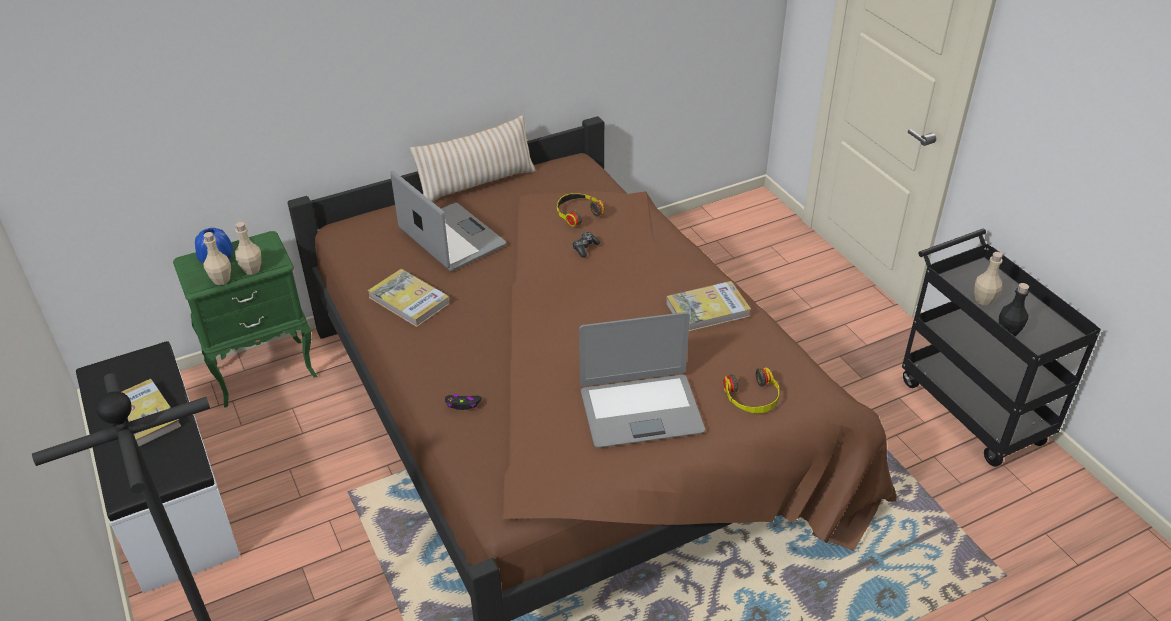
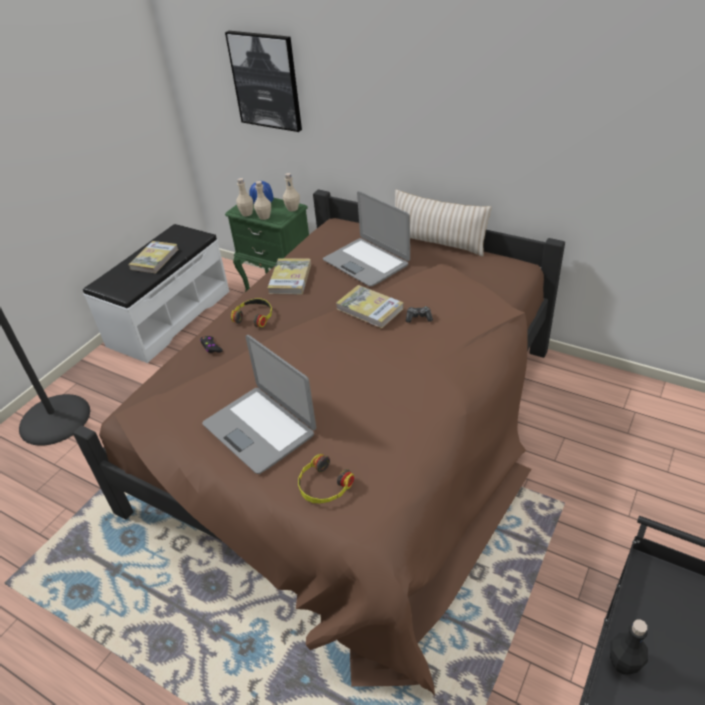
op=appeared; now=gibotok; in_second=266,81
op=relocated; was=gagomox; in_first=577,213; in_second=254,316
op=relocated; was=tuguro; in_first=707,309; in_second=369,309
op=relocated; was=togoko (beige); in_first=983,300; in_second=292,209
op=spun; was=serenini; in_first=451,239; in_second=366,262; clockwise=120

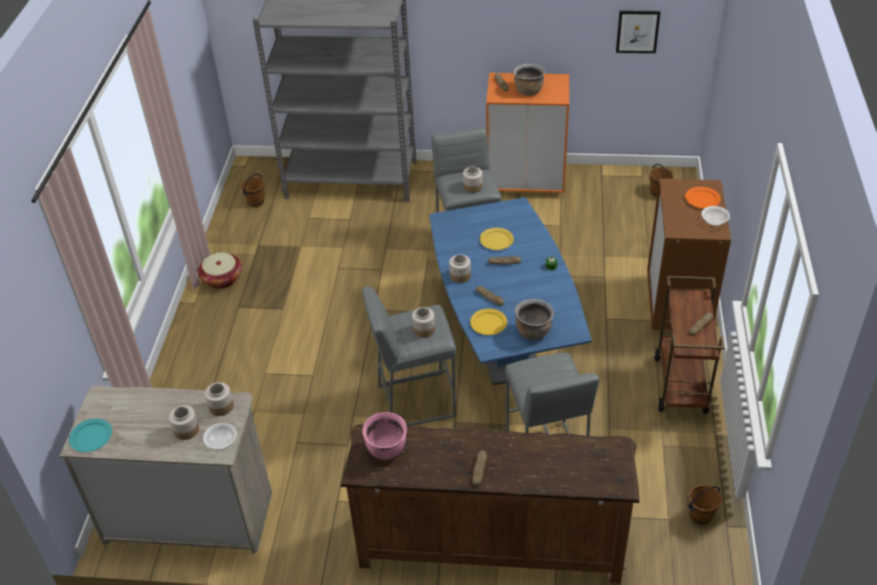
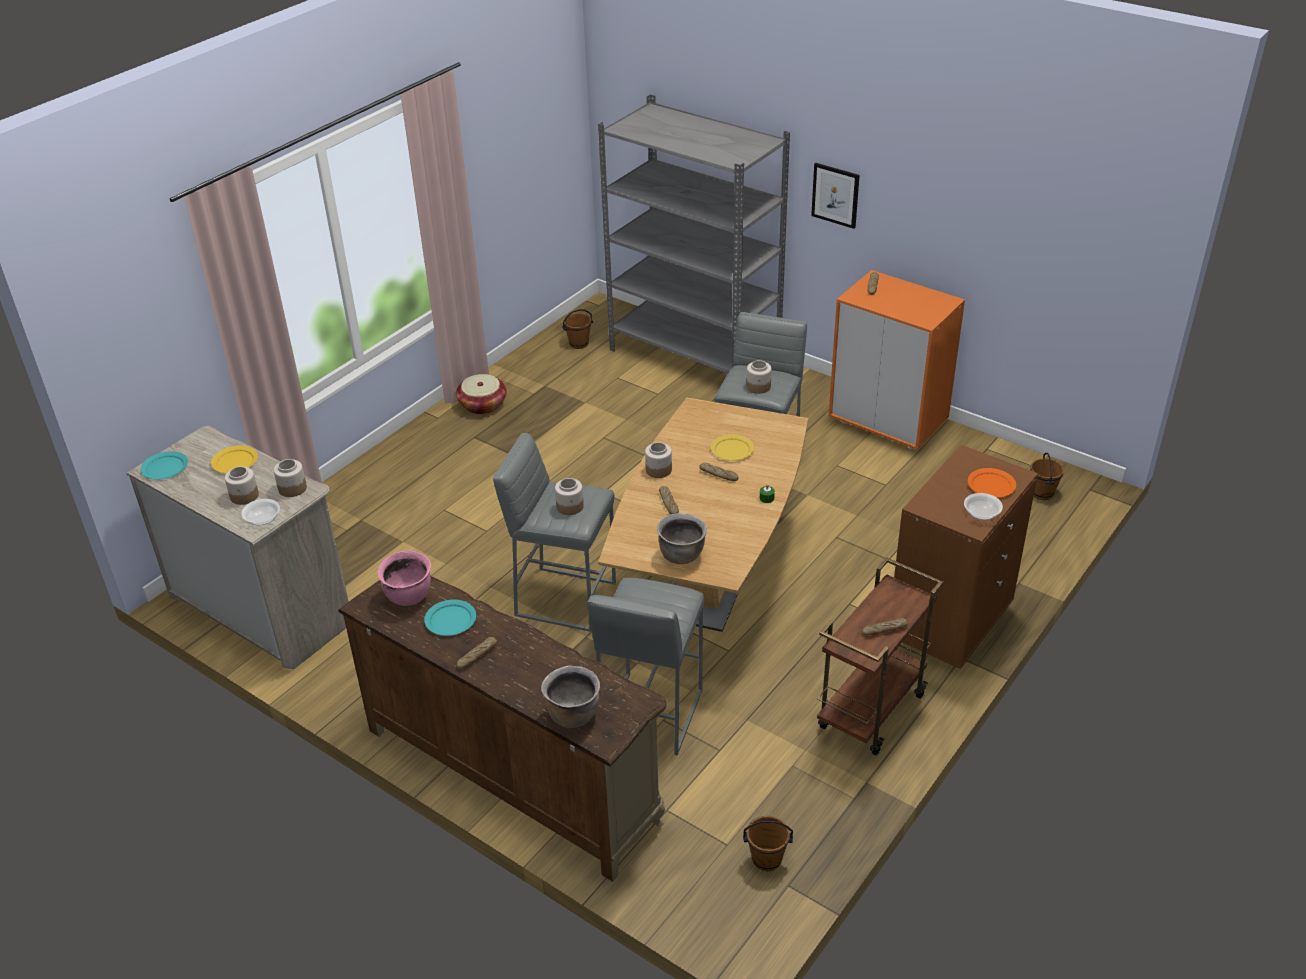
op=appeared; now=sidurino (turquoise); in_second=451,620
op=relocated; was=sidurino (yellow); in_first=489,323; in_second=235,462
op=relocated; was=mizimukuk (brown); in_first=528,91; in_second=573,714
op=relocated; was=gibotok; in_first=637,31; in_second=835,195
op=colour; was=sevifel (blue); now=sevifel (brown); in_first=504,343; in_second=709,582

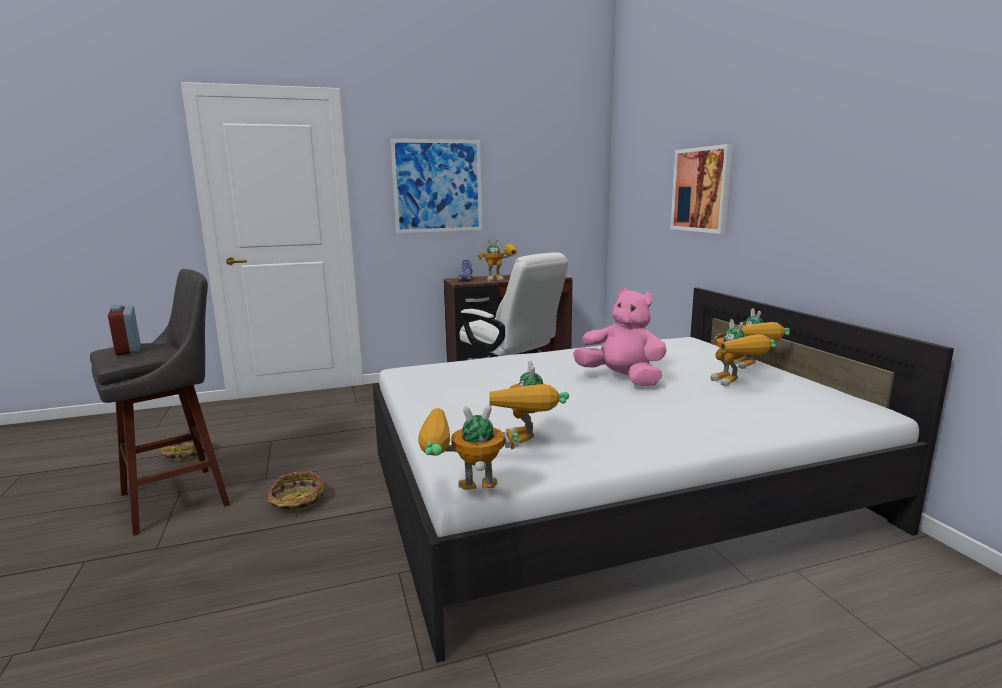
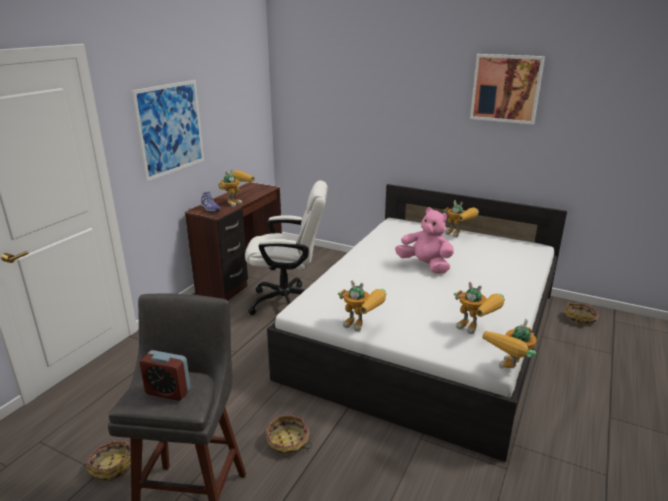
op=appeared; now=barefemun; in_second=580,318
op=relocated; was=gibotok; in_first=701,189; in_second=505,88
op=relocated; was=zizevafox; in_first=735,384; in_second=362,326
op=spun; was=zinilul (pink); in_first=621,379; in_second=425,266; clockwise=45

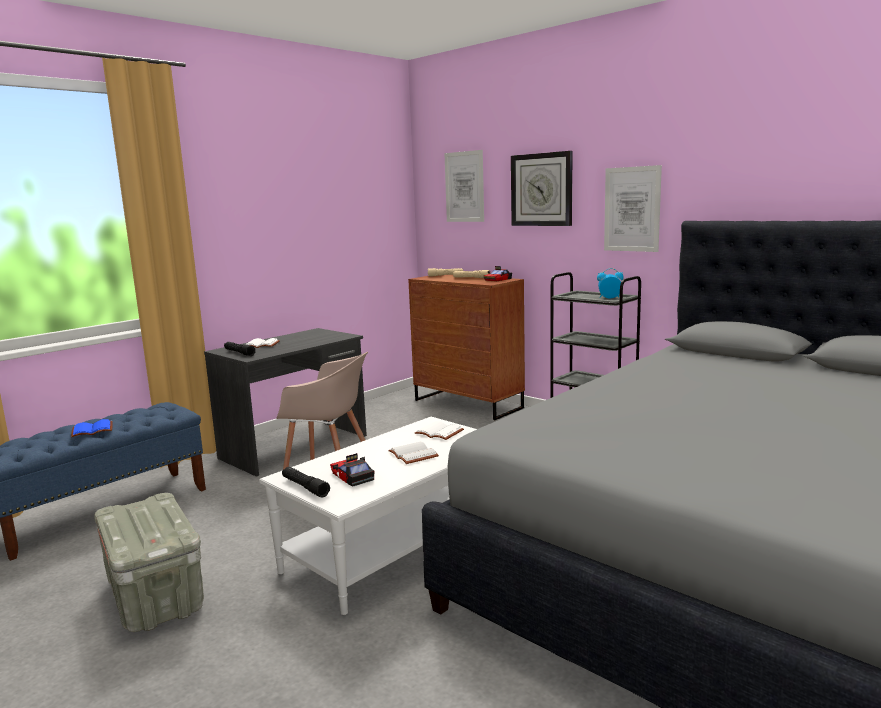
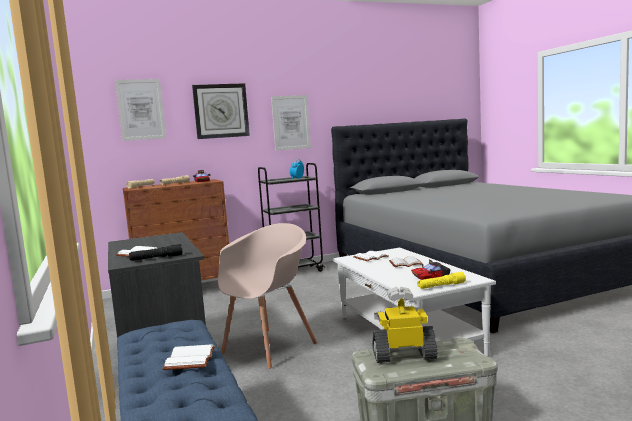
op=appeared; now=zizevafox; in_second=404,355
op=colour; was=tuguro (blue); now=tuguro (white); in_first=91,430; in_second=191,359
op=colour; was=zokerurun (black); now=zokerurun (yellow); in_first=305,487; in_second=441,286

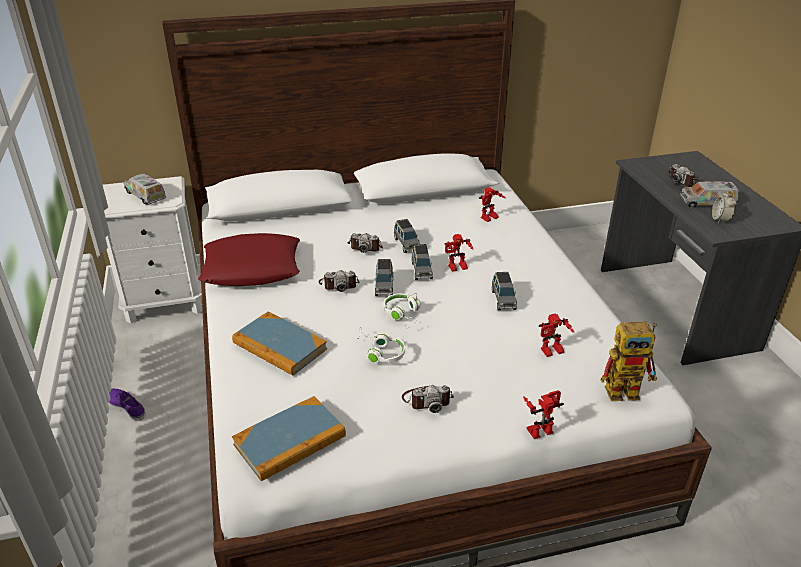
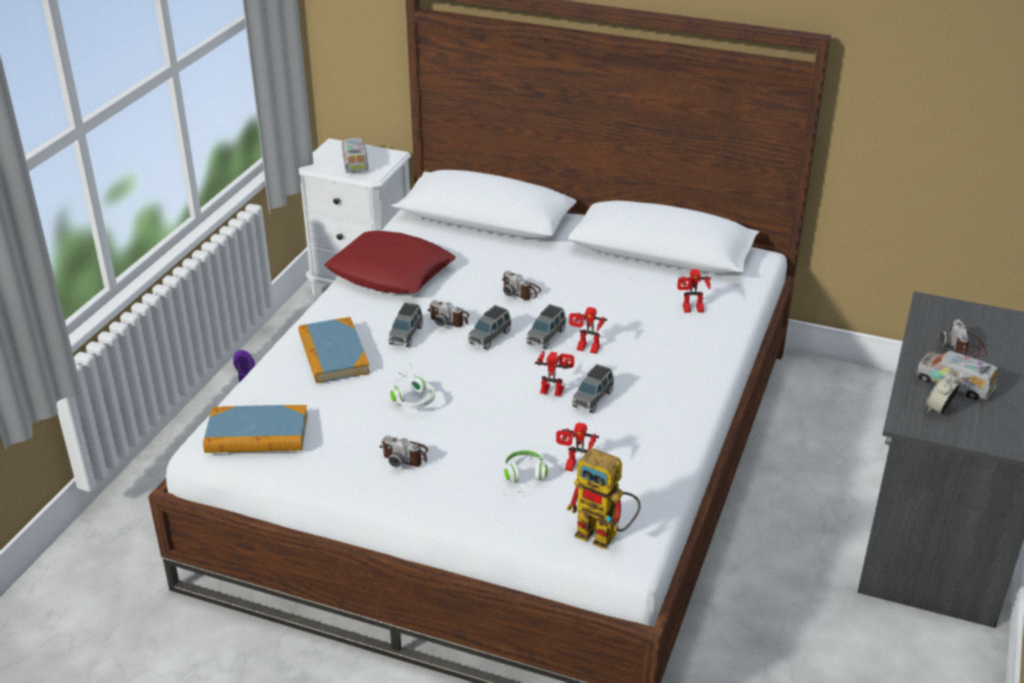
op=relocated; was=gagomox (white); in_first=403,314; in_second=523,478
op=relocated; was=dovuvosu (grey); in_first=406,244; in_second=406,335
op=relocated; was=zizevafox; in_first=539,428; in_second=554,388

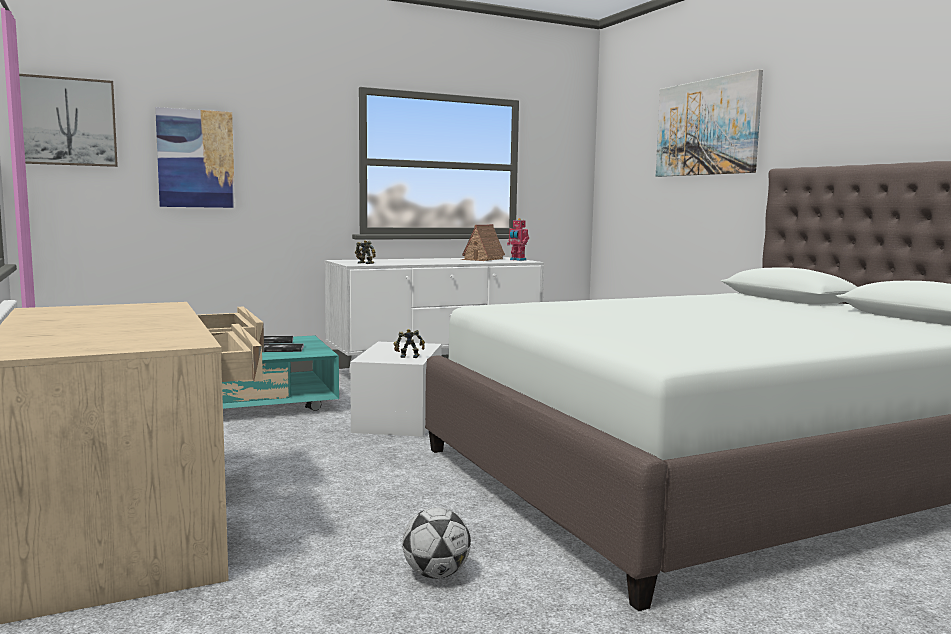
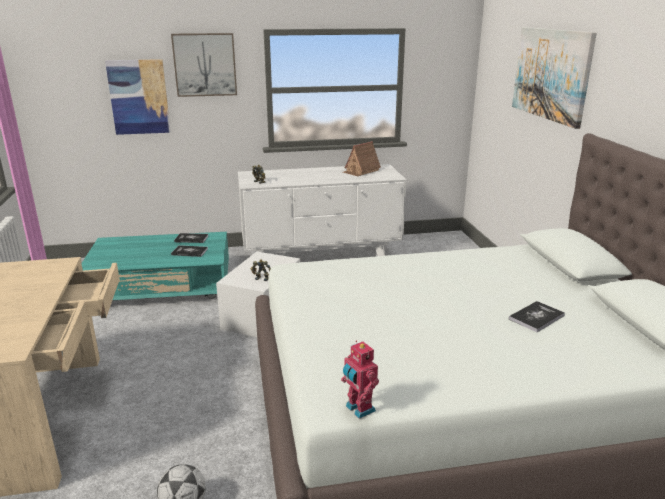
op=appeared; now=tuguro; in_second=536,317
op=relocated; was=gibotok; in_first=68,121; in_second=205,65
op=relocated; was=zizevafox; in_first=517,260; in_second=358,409

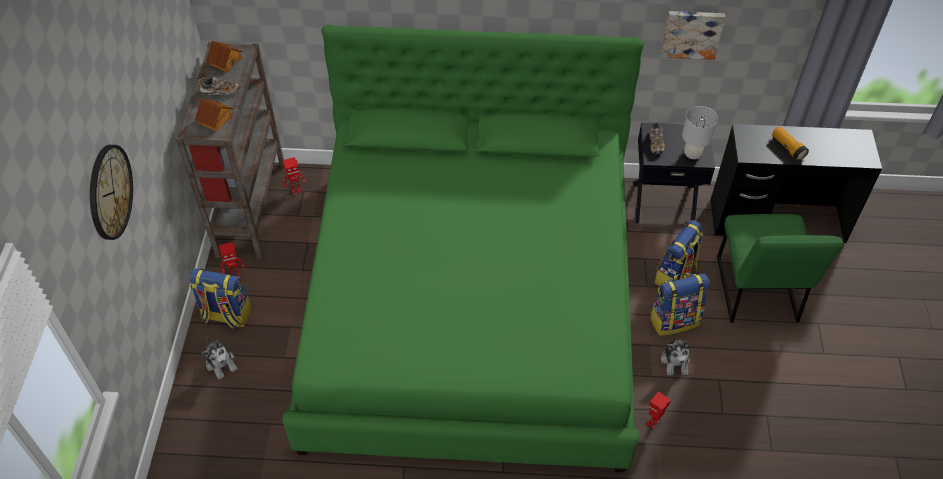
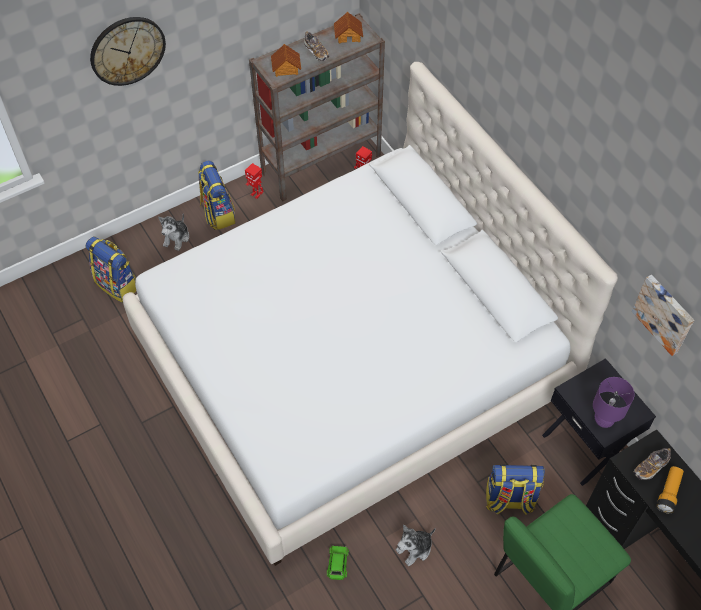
op=relocated; was=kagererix; in_first=655,143; in_second=651,467
op=relocated; was=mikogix; in_first=674,320; in_second=118,285
op=exchanged; was=zizevafox; now=dovuvosu (green); in_first=653,423; in_second=337,564
op=colour; was=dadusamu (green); now=dadusamu (white); in_first=471,304; in_second=351,361
op=colour; was=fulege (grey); now=fulege (purple); in_first=692,155; in_second=602,420

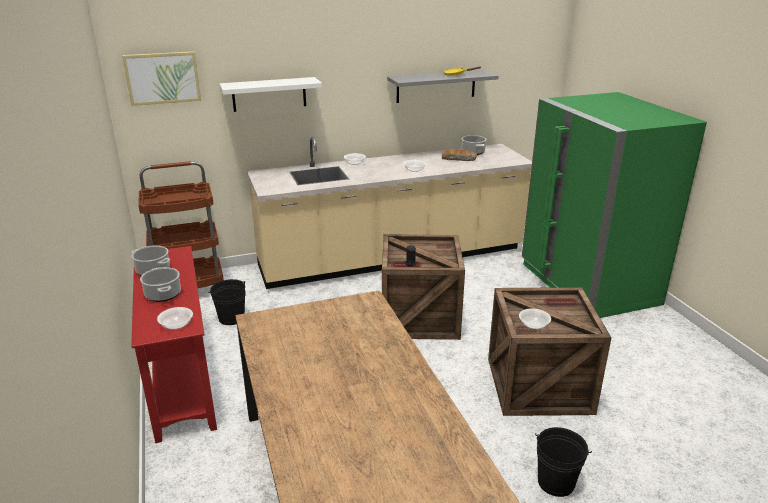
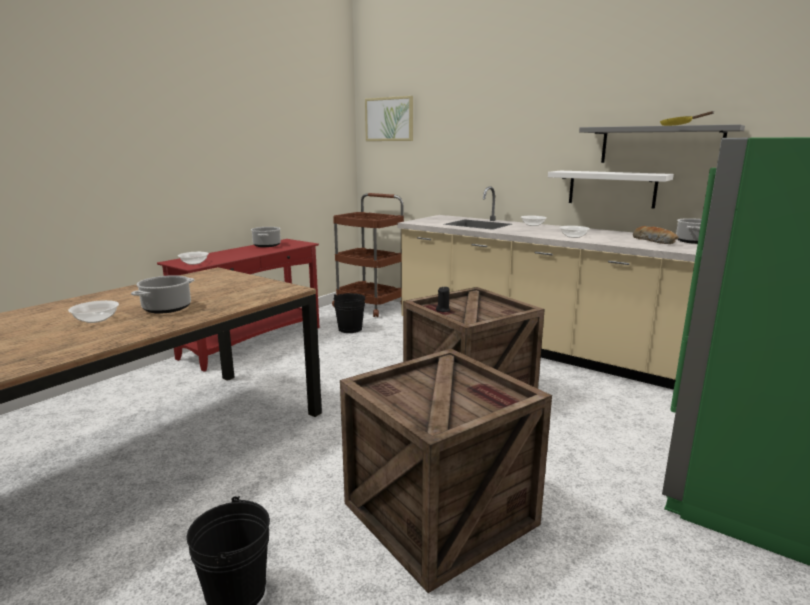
op=relocated; was=mizimukuk; in_first=163,295; in_second=167,308
op=relocated; was=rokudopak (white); in_first=269,94; in_second=611,188
op=relocated; was=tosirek; in_first=534,325; in_second=96,320

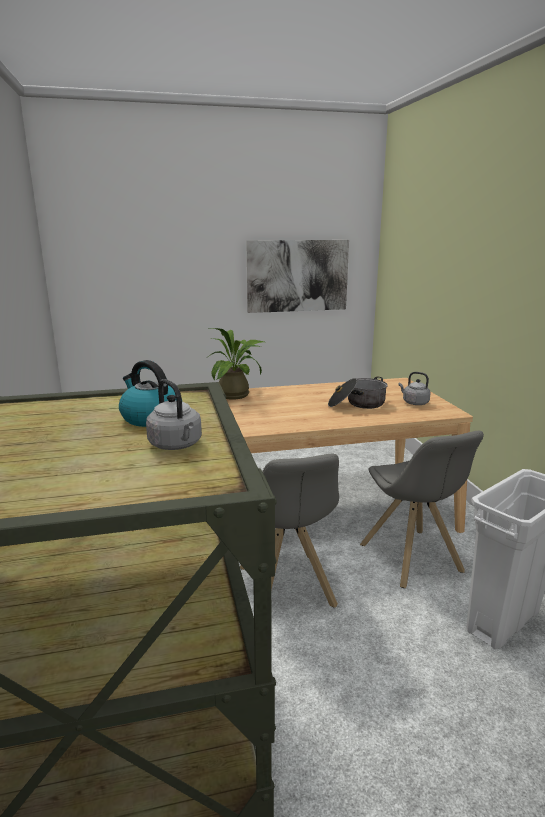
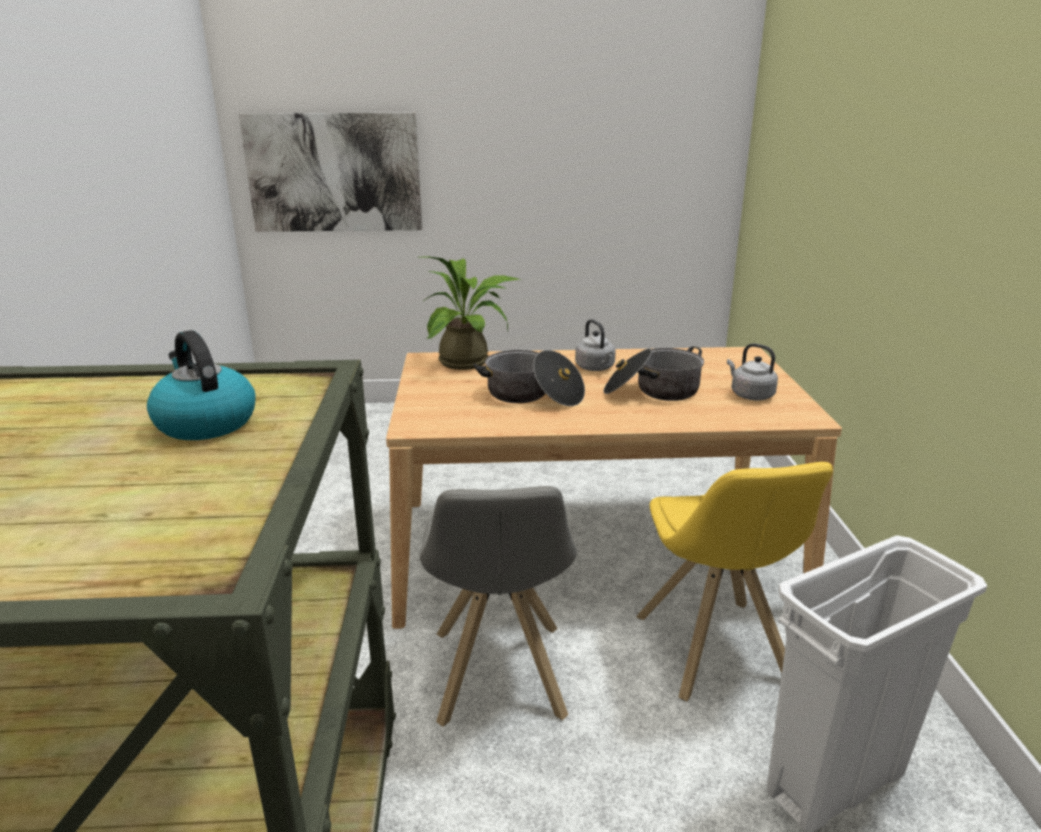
op=appeared; now=mizimukuk; in_second=532,395
op=relocated; was=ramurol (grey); in_first=176,445; in_second=596,368
op=relocated; was=gibotok; in_first=297,276; in_second=334,173
op=colour; was=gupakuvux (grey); now=gupakuvux (yellow); in_first=411,558; in_second=714,649

